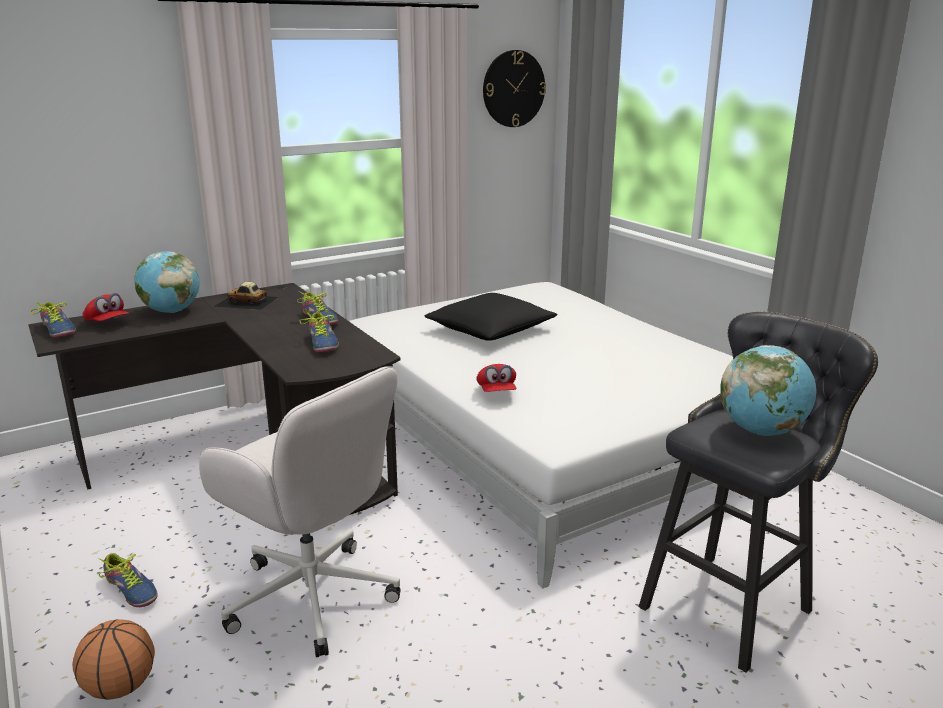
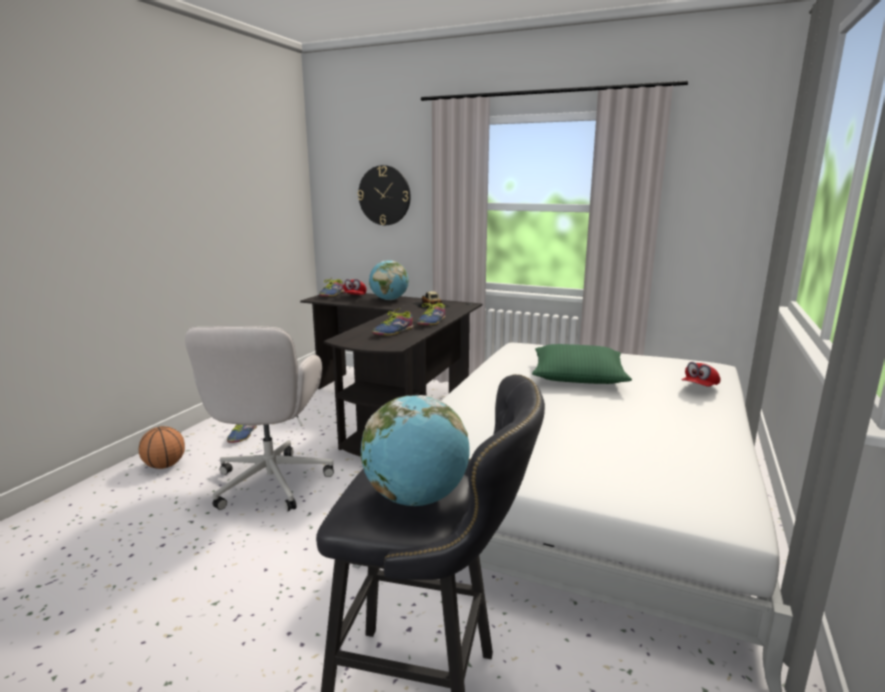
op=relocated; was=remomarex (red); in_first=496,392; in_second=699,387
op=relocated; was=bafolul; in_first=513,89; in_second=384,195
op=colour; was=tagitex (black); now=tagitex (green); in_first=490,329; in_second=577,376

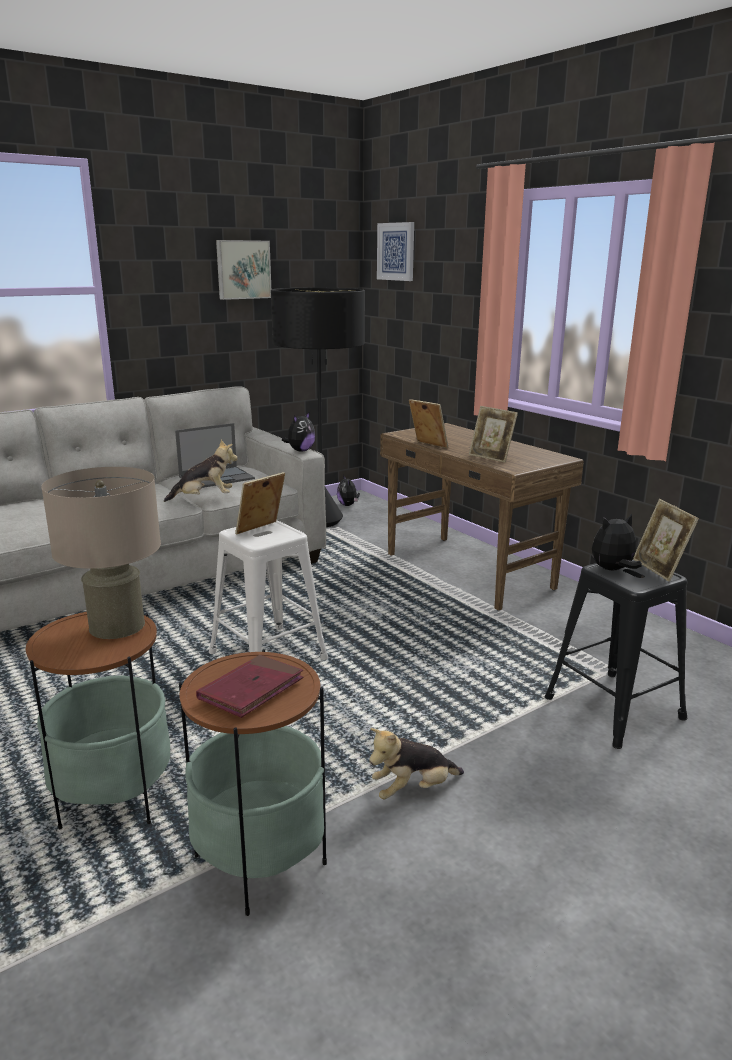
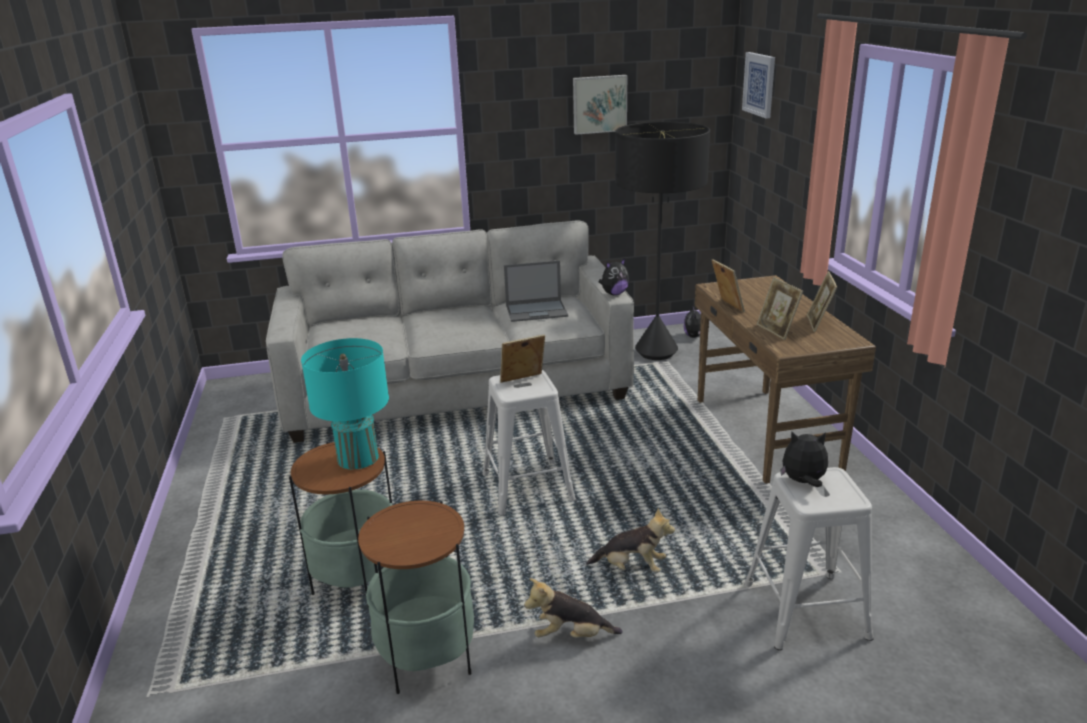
op=missing; was=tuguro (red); in_first=251,689
op=relocated; was=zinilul; in_first=204,498; in_second=632,567
op=relocated; was=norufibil; in_first=659,569; in_second=818,324
op=colour; was=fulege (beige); now=fulege (turquoise); in_first=117,626; in_second=358,458
op=colour; was=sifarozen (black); now=sifarozen (white); in_first=614,708; in_second=806,610

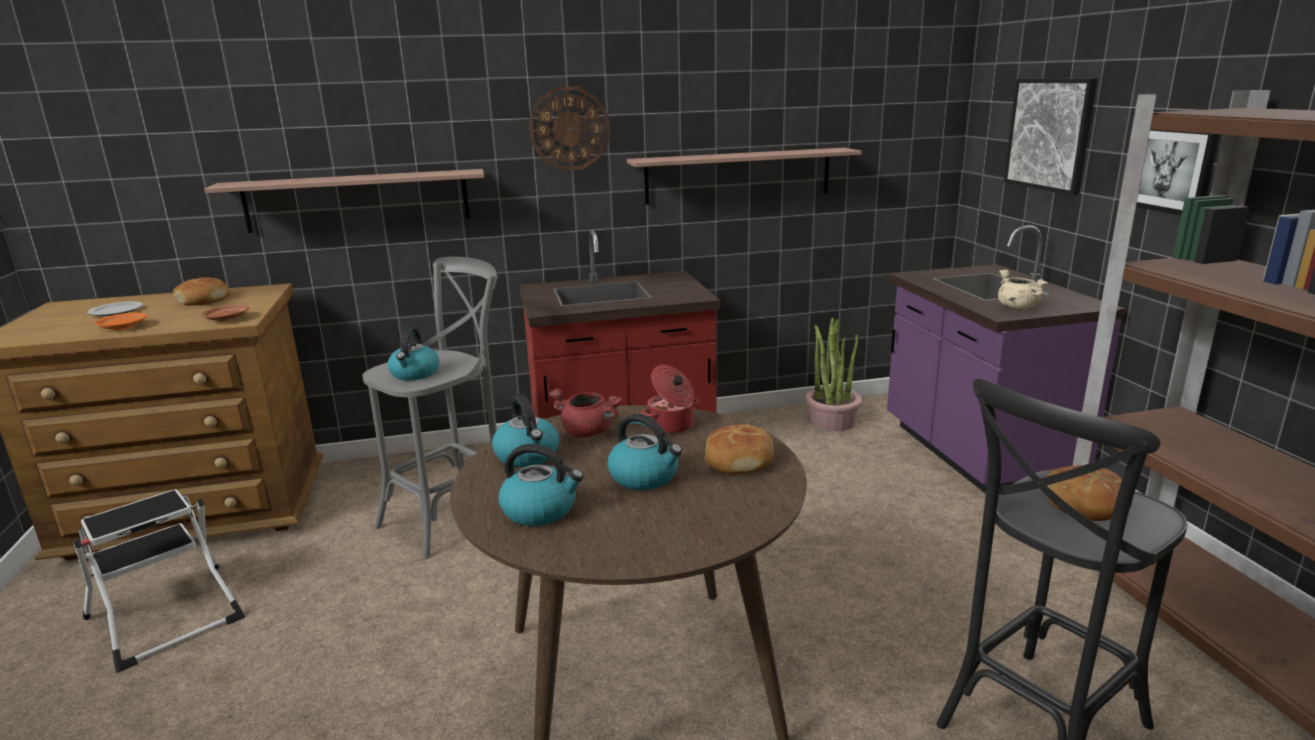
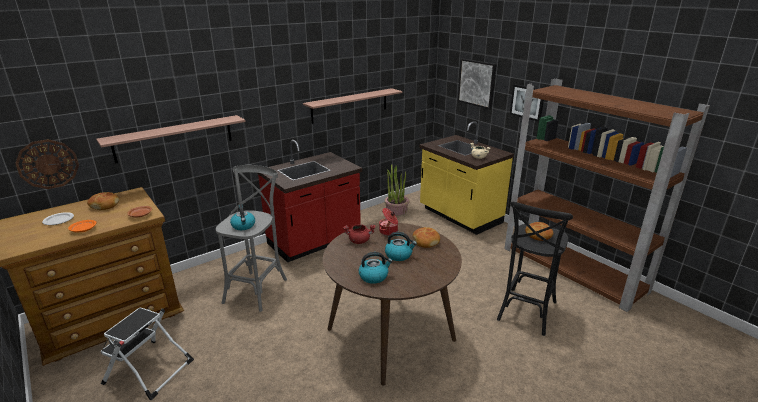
op=missing; was=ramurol; in_first=528,456
op=relocated; was=bafolul; in_first=569,128; in_second=48,164
op=colour; was=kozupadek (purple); now=kozupadek (yellow); in_first=975,456; in_second=459,216

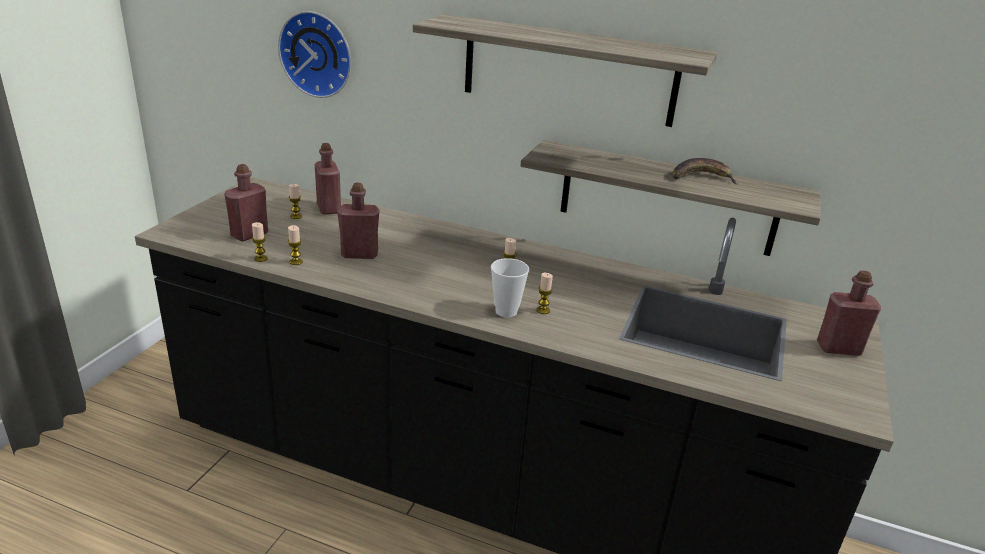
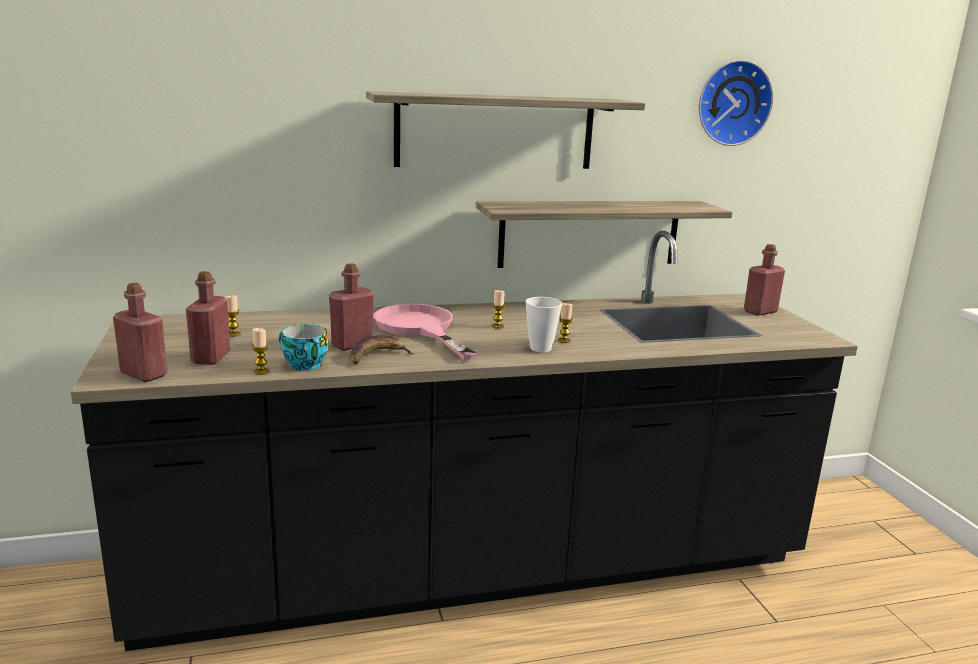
op=appeared; now=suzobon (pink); in_second=420,328
op=relocated; was=bafolul; in_first=318,54; in_second=732,103
op=relocated; was=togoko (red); in_first=329,208; in_second=144,374
op=relocated; was=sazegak; in_first=701,177; in_second=377,356
op=exchanged; was=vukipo; now=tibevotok; in_first=296,262; in_second=302,365

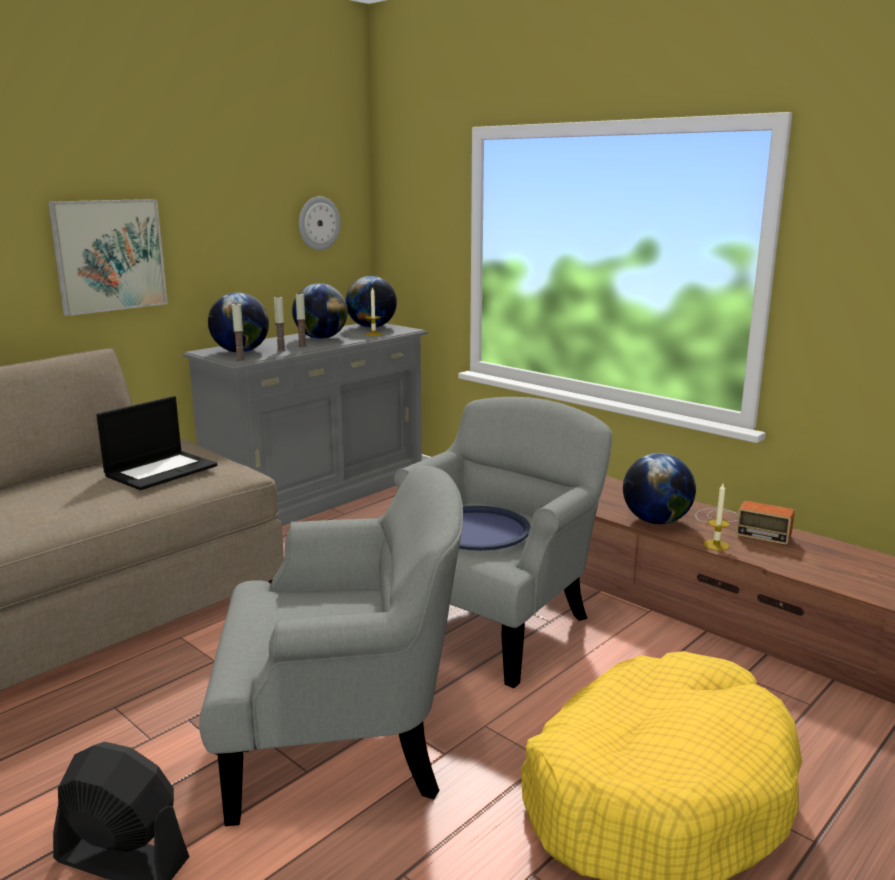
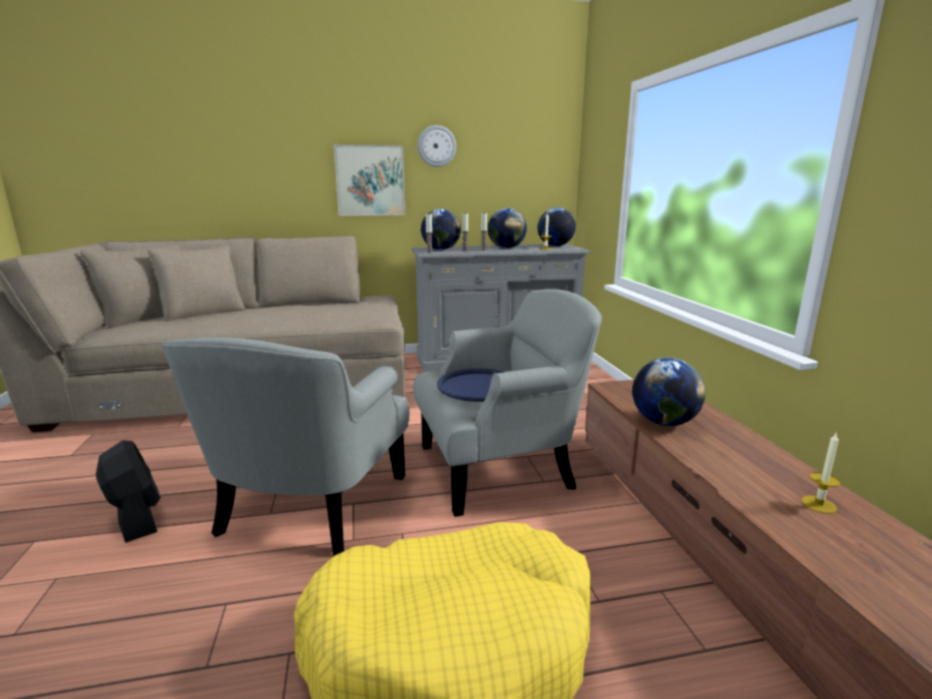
op=missing; was=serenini; in_first=161,470
op=missing; was=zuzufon; in_first=739,525
op=relocated; was=bafolul; in_first=318,223; in_second=436,146
op=relocated; was=vukipo; in_first=716,545; in_second=818,504
op=spun; was=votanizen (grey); in_first=341,742; in_second=310,505; clockwise=75

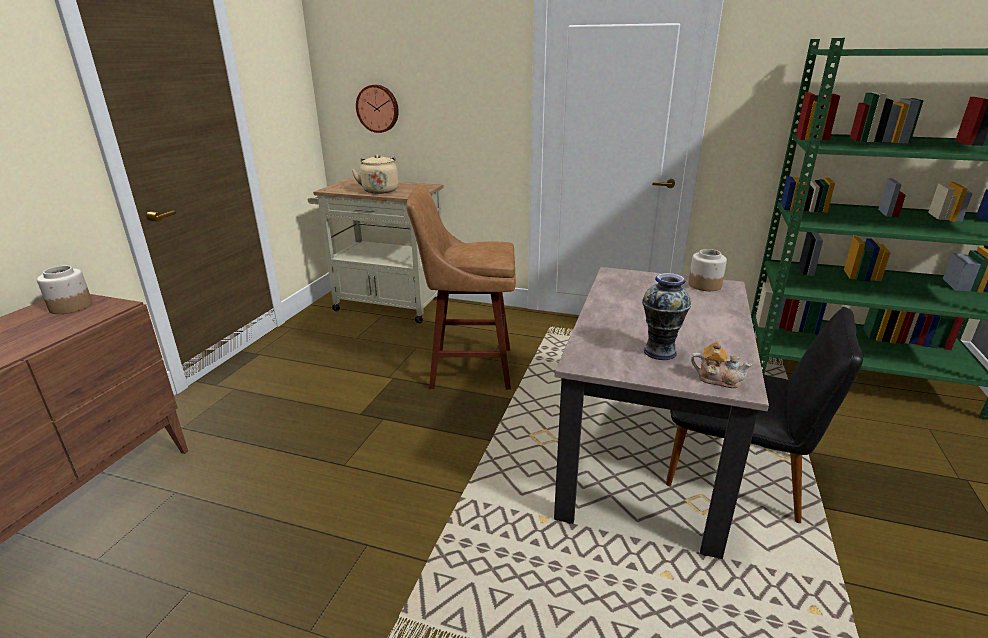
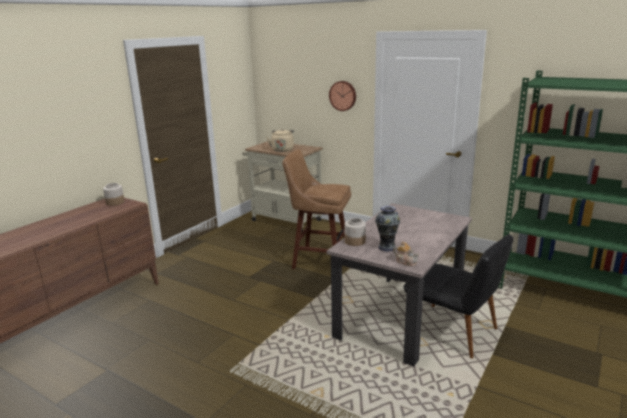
op=relocated; was=bafolul; in_first=378,108; in_second=343,95
op=relocated; was=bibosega; in_first=705,285; in_second=355,241

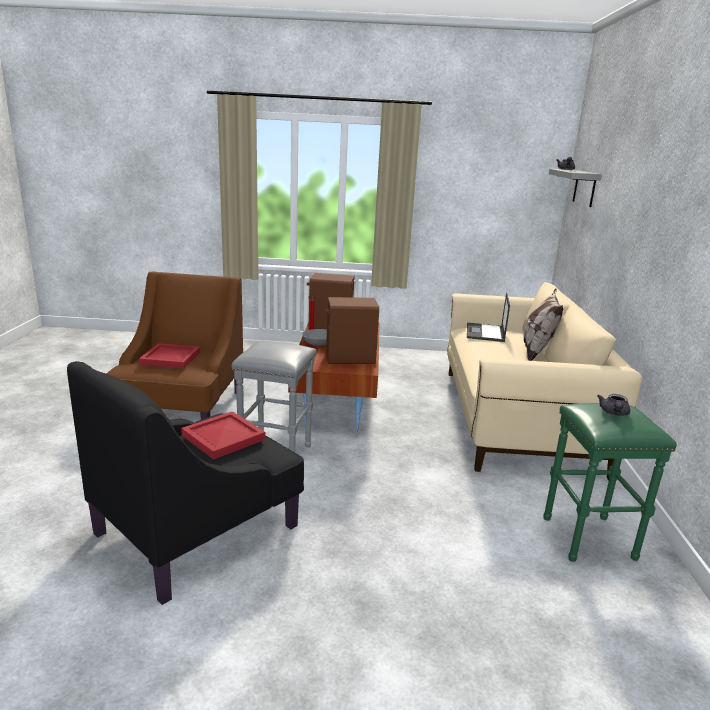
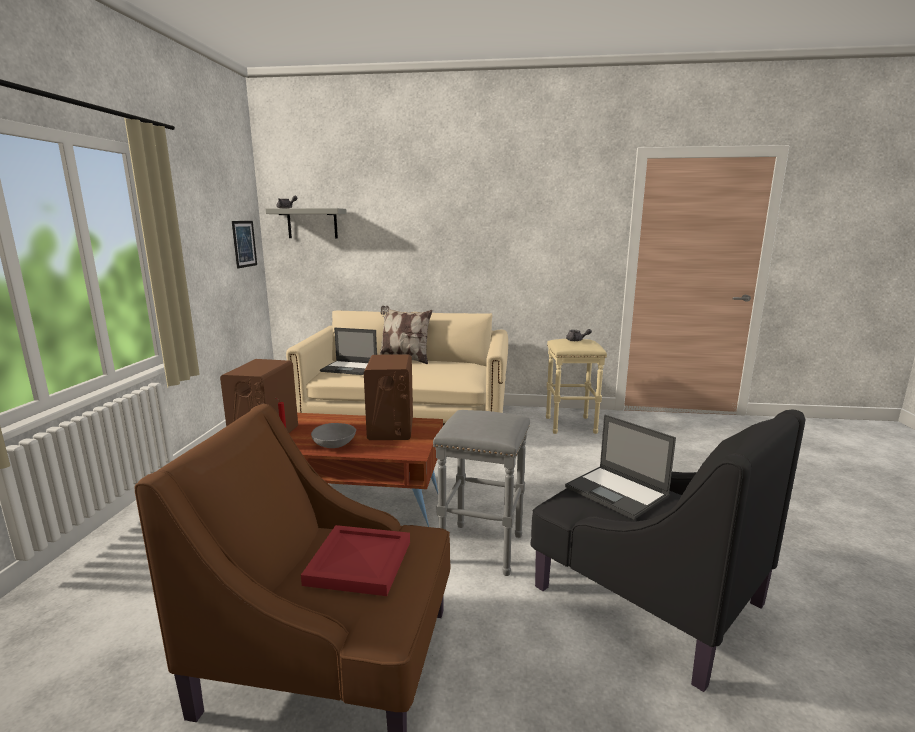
op=appeared; now=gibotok; in_second=244,244
op=exchanged; was=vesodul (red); now=serenini; in_first=223,438; in_second=617,492
op=colour; was=sifarozen (green); now=sifarozen (beige); in_first=587,538; in_second=572,425

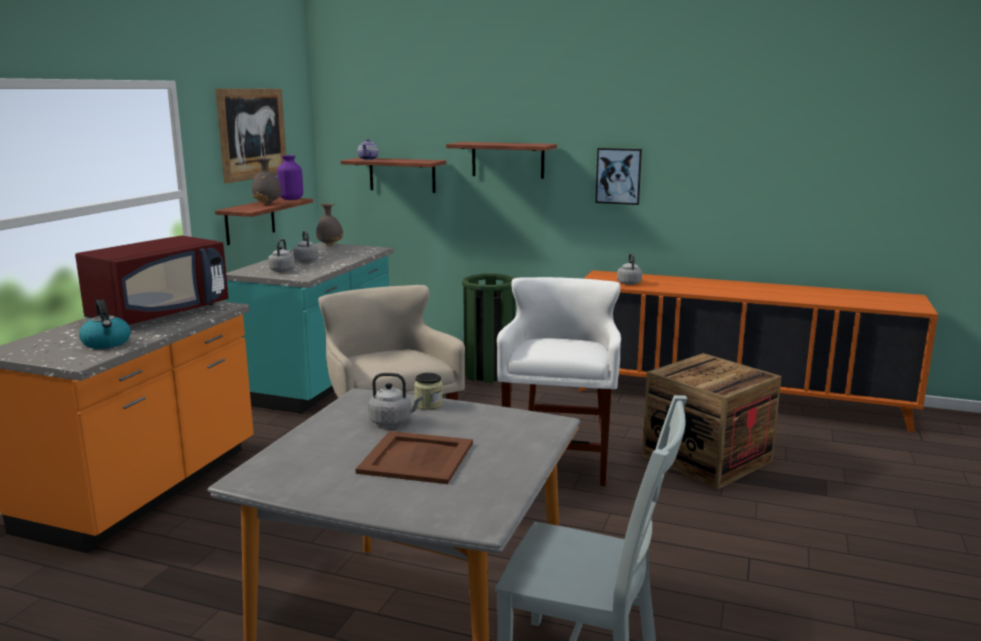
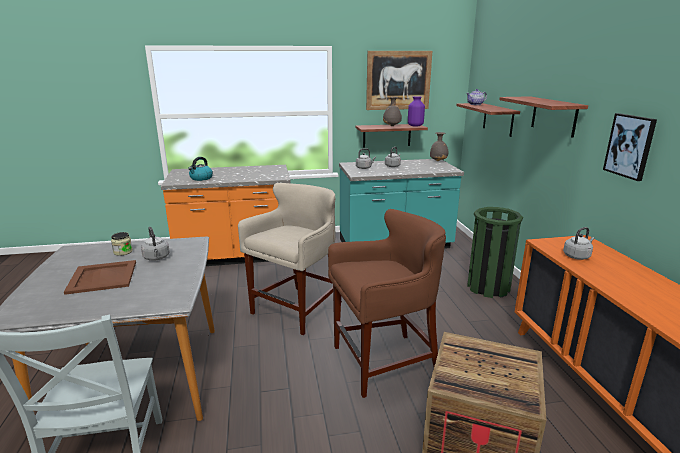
op=missing; was=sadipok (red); in_first=160,314
op=relocated; was=bibosega; in_first=428,404; in_second=123,252
op=colour; was=sifarozen (white); now=sifarozen (brown); in_first=559,461; in_second=383,362

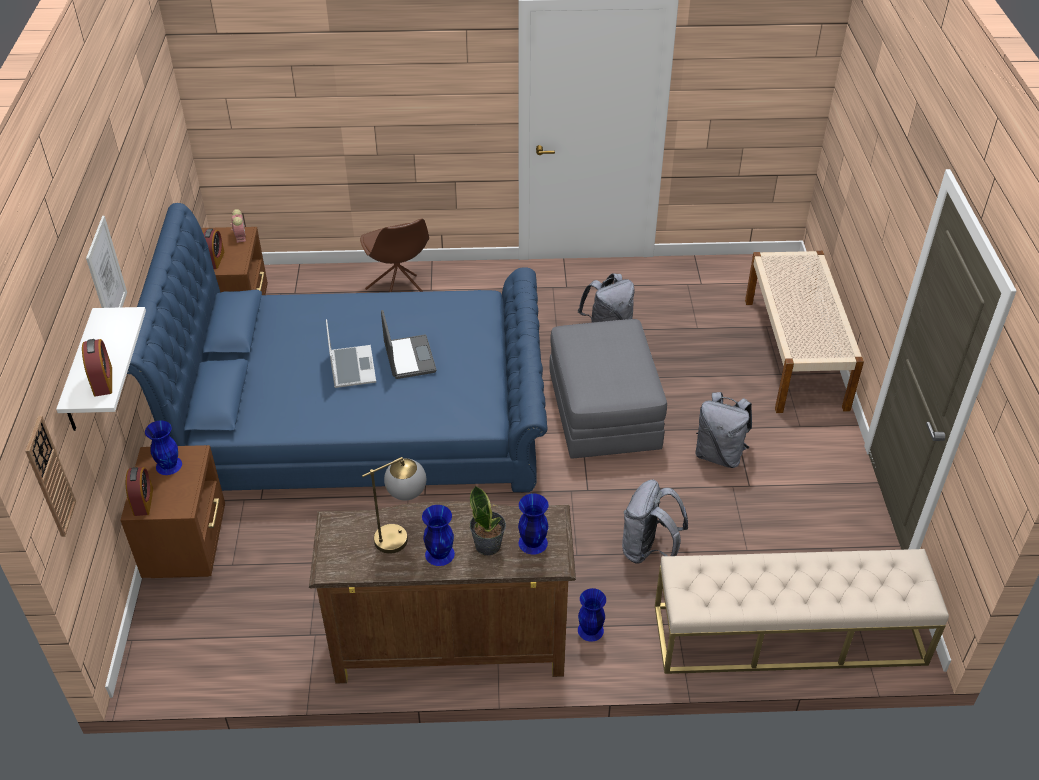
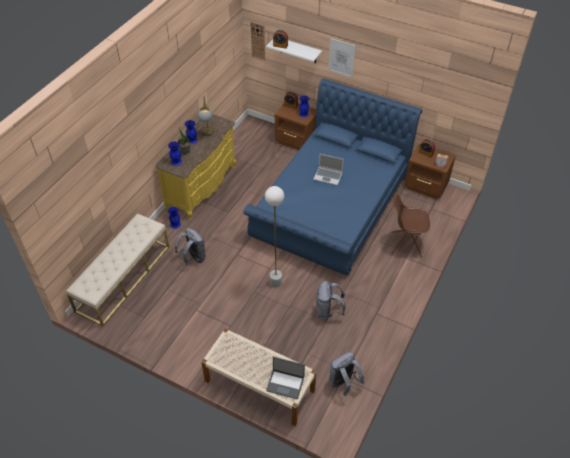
op=relocated; was=serenini; in_first=408,358; in_second=285,383
op=relocated; was=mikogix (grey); in_first=719,455; in_second=343,383
op=exchanged; was=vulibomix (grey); now=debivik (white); in_first=604,412; in_second=275,282

